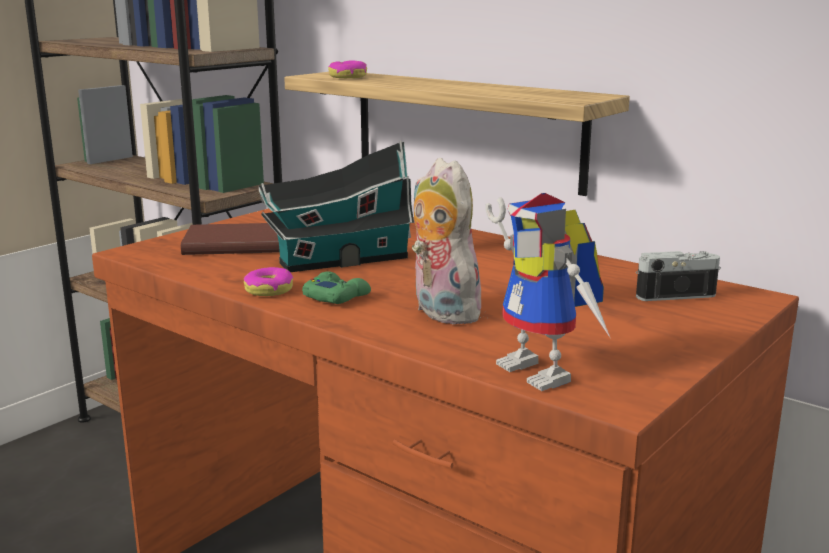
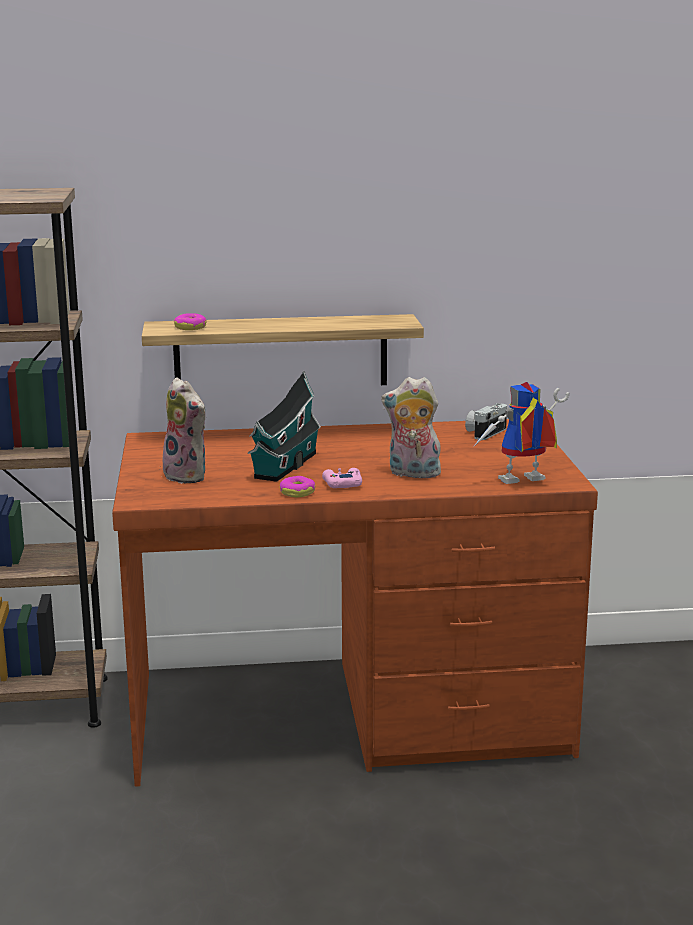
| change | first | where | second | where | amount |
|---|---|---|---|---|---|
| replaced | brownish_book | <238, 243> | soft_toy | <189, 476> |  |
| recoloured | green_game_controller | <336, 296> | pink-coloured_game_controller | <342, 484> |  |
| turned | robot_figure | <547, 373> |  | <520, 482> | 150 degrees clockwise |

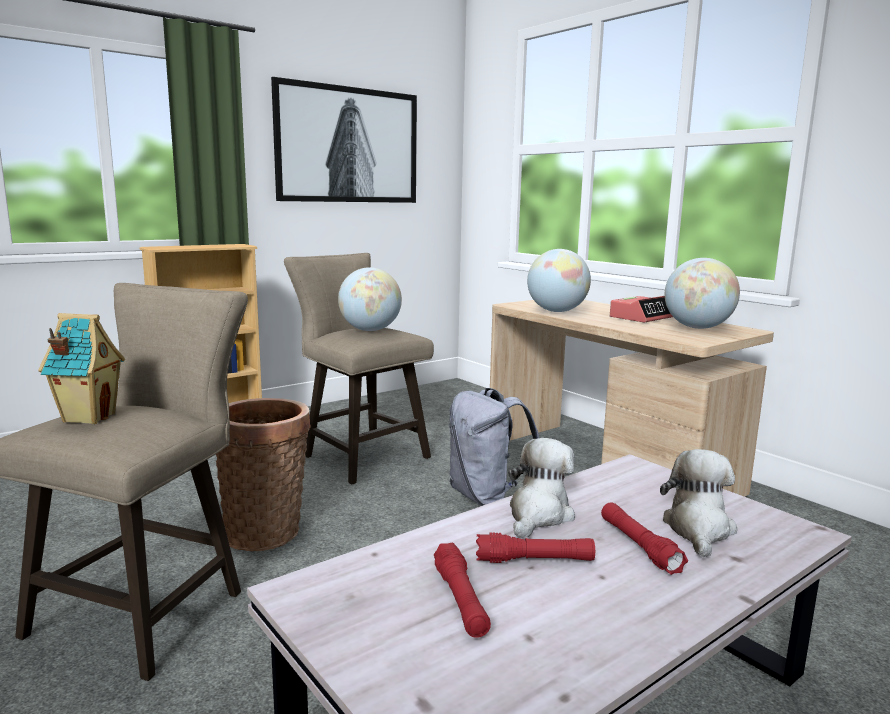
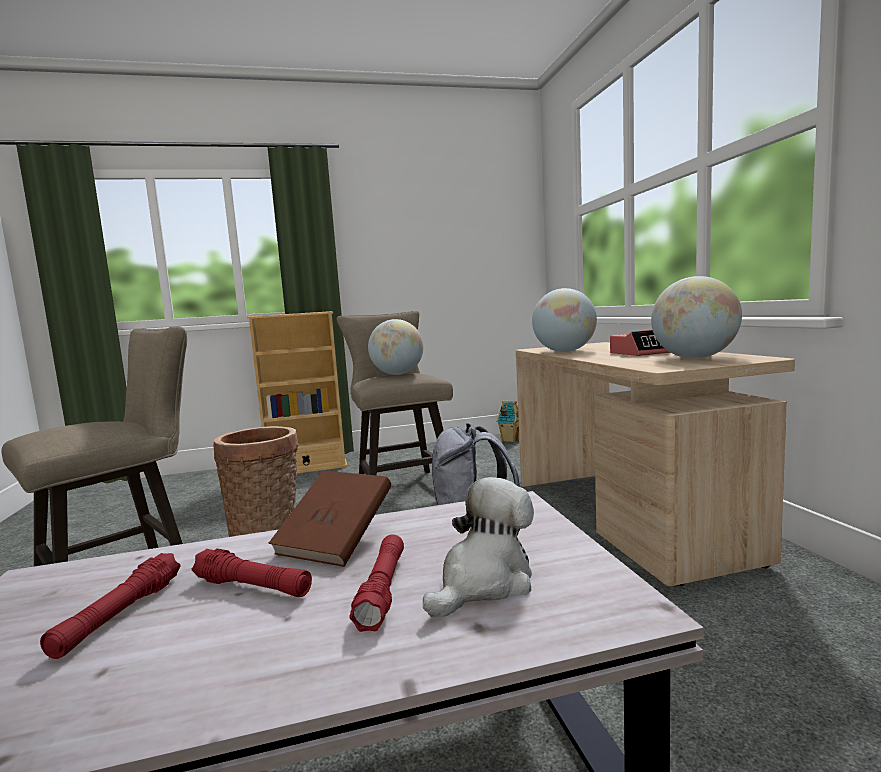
| change | first | where | second | where | amount |
|---|---|---|---|---|---|
| replaced | soft_toy | <538, 514> | brownish_book | <336, 541> |  |
| moved | model_house | <88, 417> |  | <510, 440> |  |
| removed | wall_picture | <349, 145> |  |  |  |

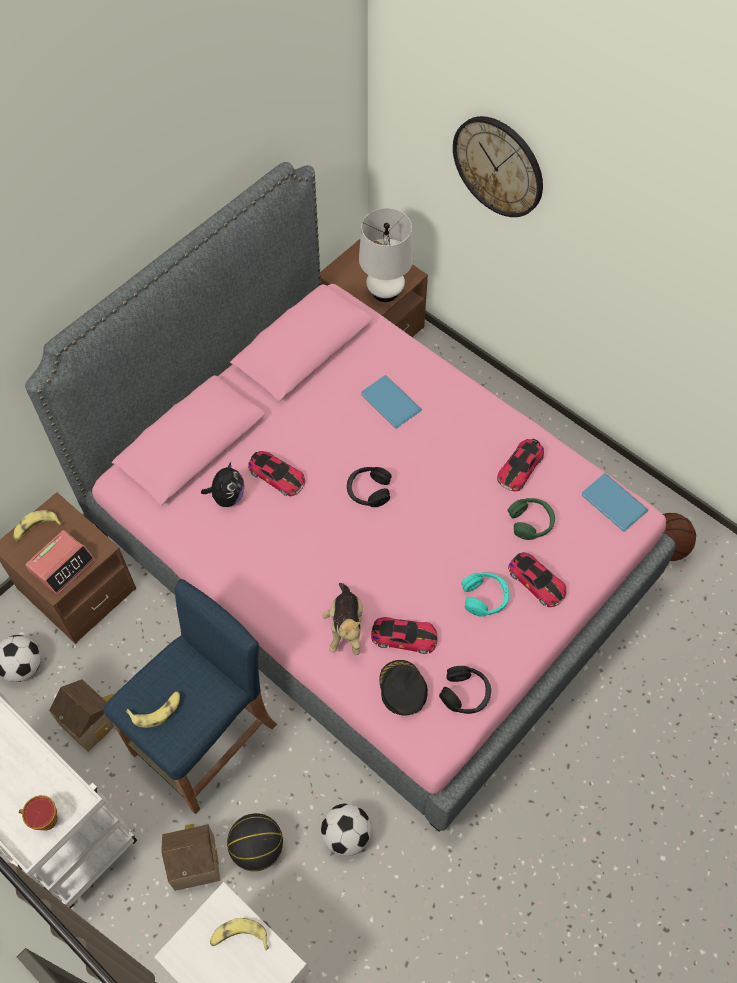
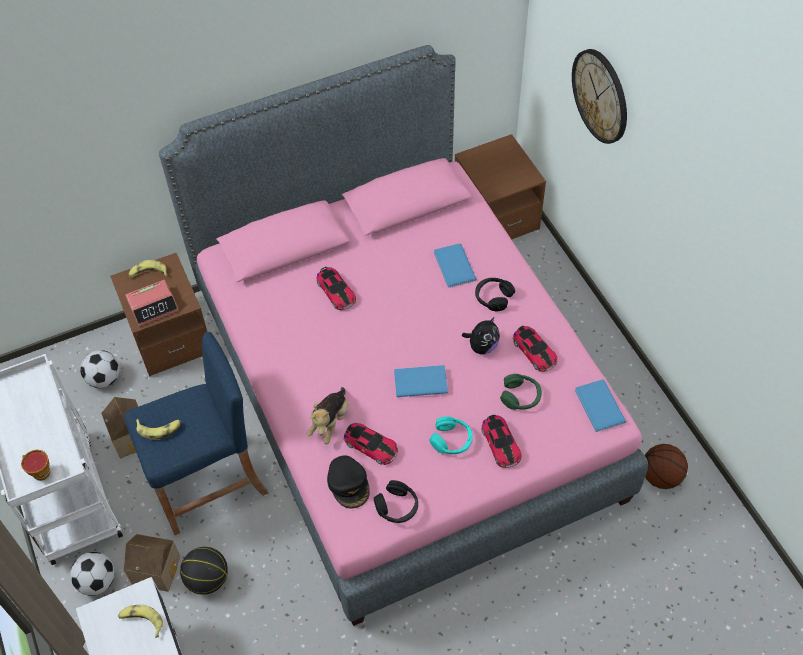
| change | first | where | second | where | amount |
|---|---|---|---|---|---|
| moved | football | <346, 835> |  | <97, 581> |  |
| turned | black-coloured_cap | <402, 689> |  | <349, 484> | 150 degrees clockwise |
| added |  |  | blue-coloured_book | <419, 381> |  |
| moved | soft_toy | <227, 497> |  | <482, 346> |  |
| moved | black-coloured_headphones | <368, 490> |  | <493, 297> |  |
| turned | miniature_car | <520, 468> |  | <534, 351> | 90 degrees counterclockwise |
| removed | white_table_lamp | <385, 291> |  |  |  |

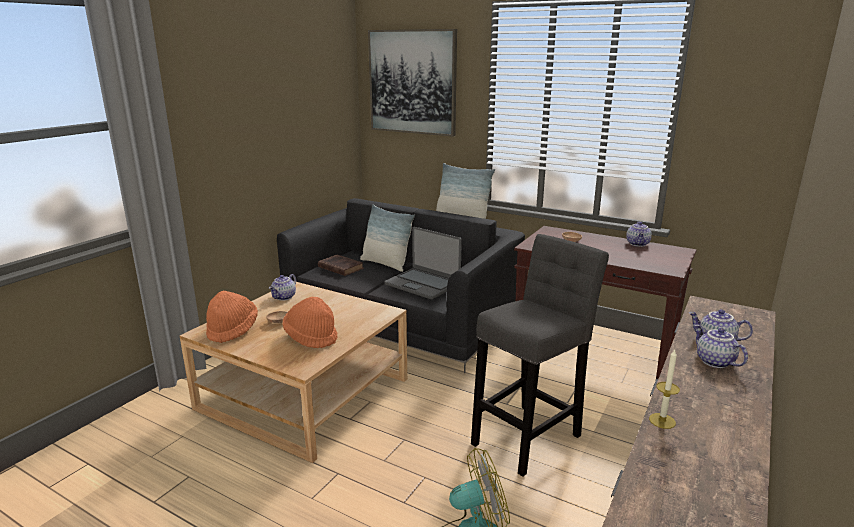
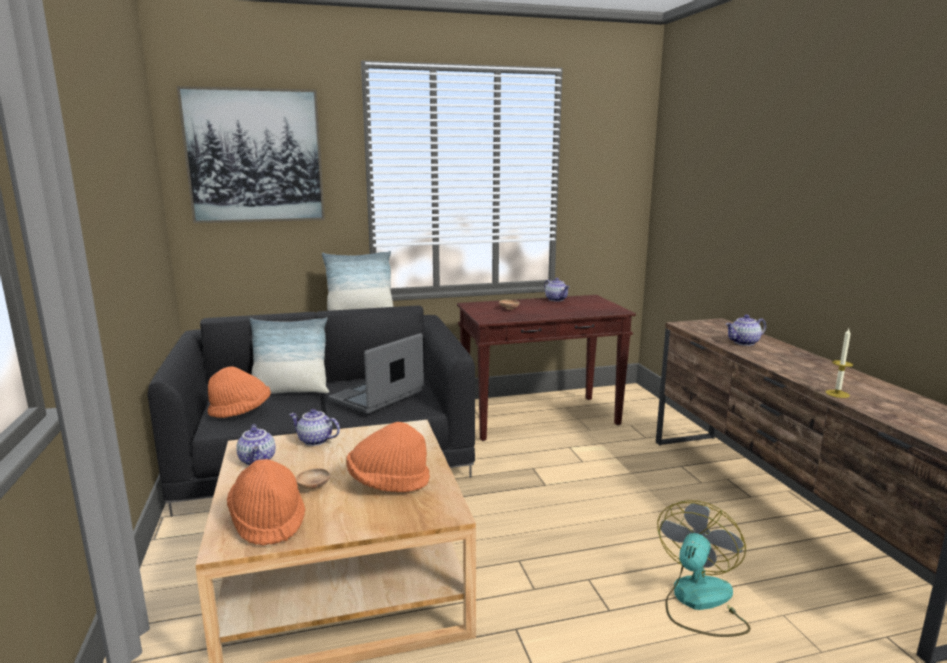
| change | first | where | second | where | amount |
|---|---|---|---|---|---|
| replaced | brownish_book | <340, 267> | orange-coloured_wearable_hat | <241, 412> |  |
| moved | pot_for_tea | <714, 361> |  | <314, 441> |  |
| turned | laptop | <423, 284> |  | <377, 396> | 135 degrees clockwise |
| removed | gray_stool_seat | <529, 436> |  |  |  |

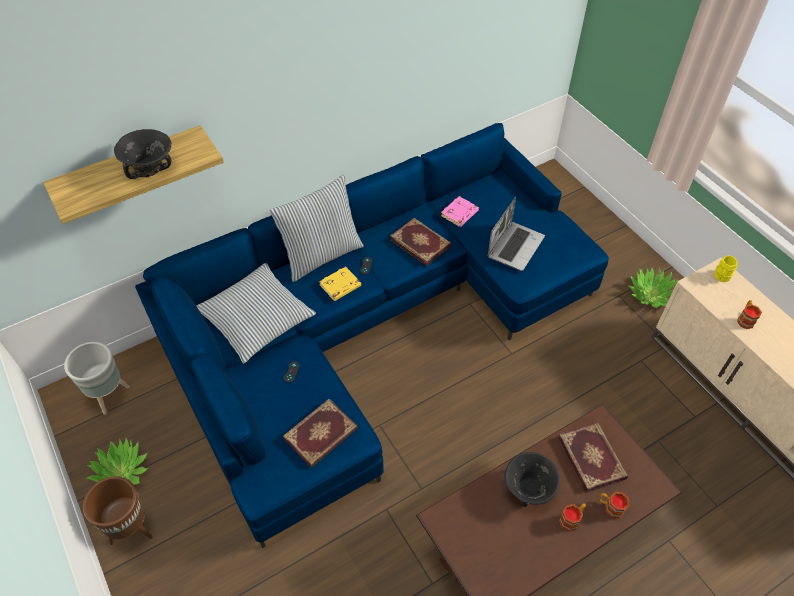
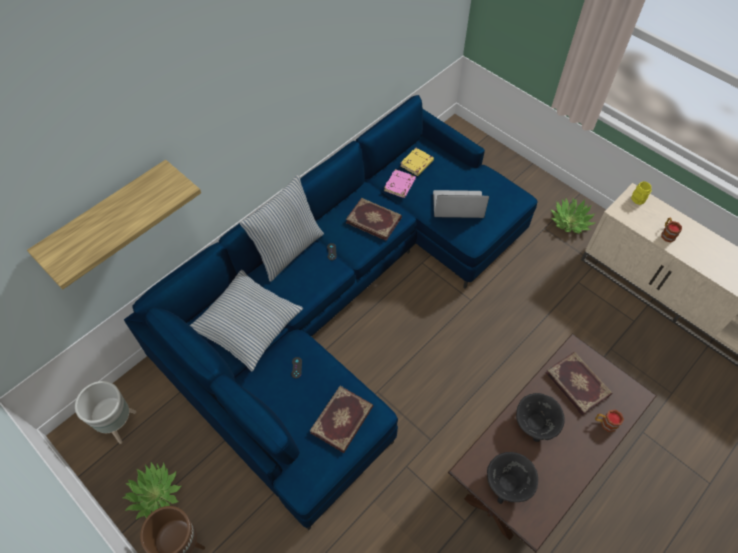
| change | first | where | second | where | amount |
|---|---|---|---|---|---|
| moved | yellow_book | <340, 286> |  | <416, 164> |  |
| turned | laptop | <515, 246> |  | <457, 206> | 105 degrees counterclockwise |
| moved | black-coloured_bowl | <149, 169> |  | <507, 484> |  |
| removed | coffee_mug | <572, 519> |  |  |  |

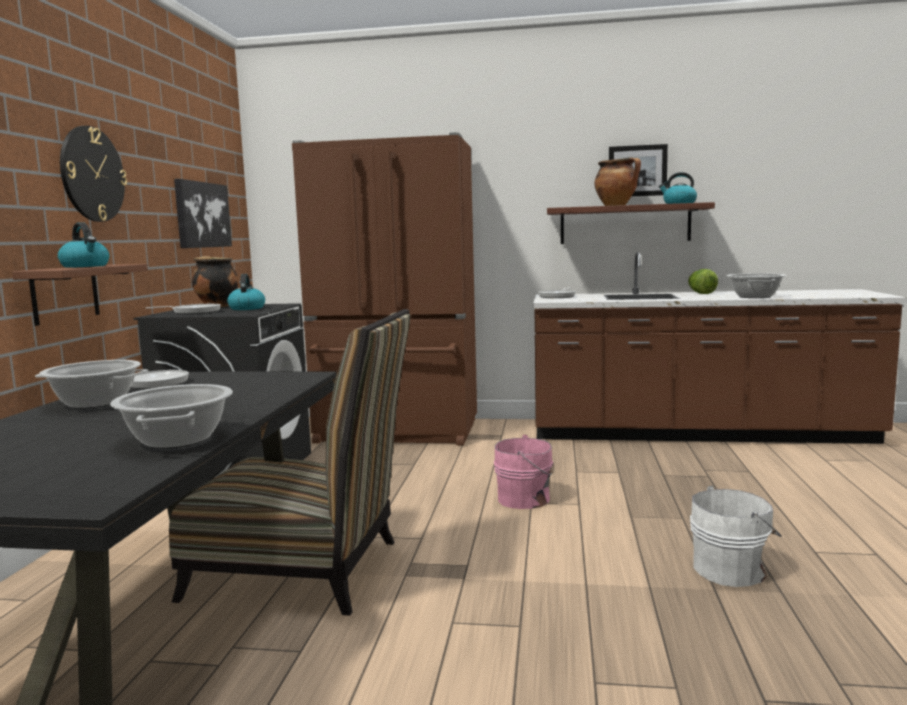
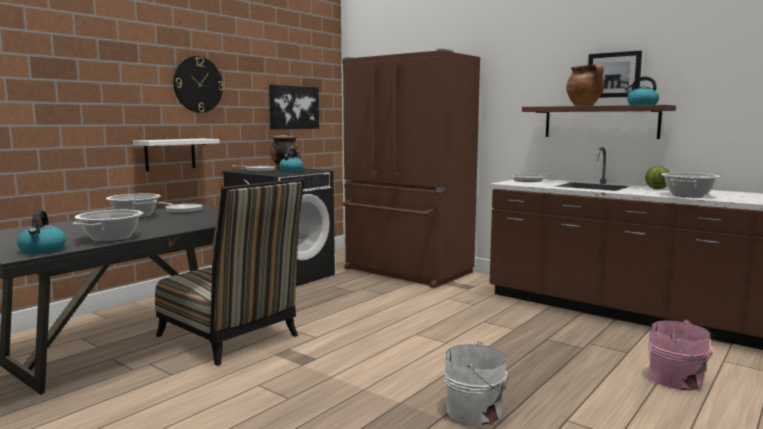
| change | first | where | second | where | amount |
|---|---|---|---|---|---|
| moved | tea_kettle | <85, 266> |  | <43, 250> |  |
| recoloured | brownish_shelf | <65, 293> | white_shelf | <170, 154> |  |
| moved | pink-coloured_bucket | <526, 499> |  | <678, 379> |  |

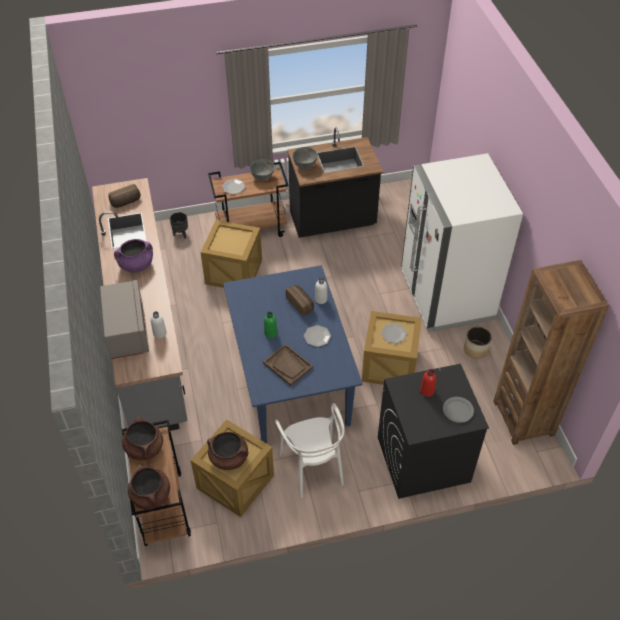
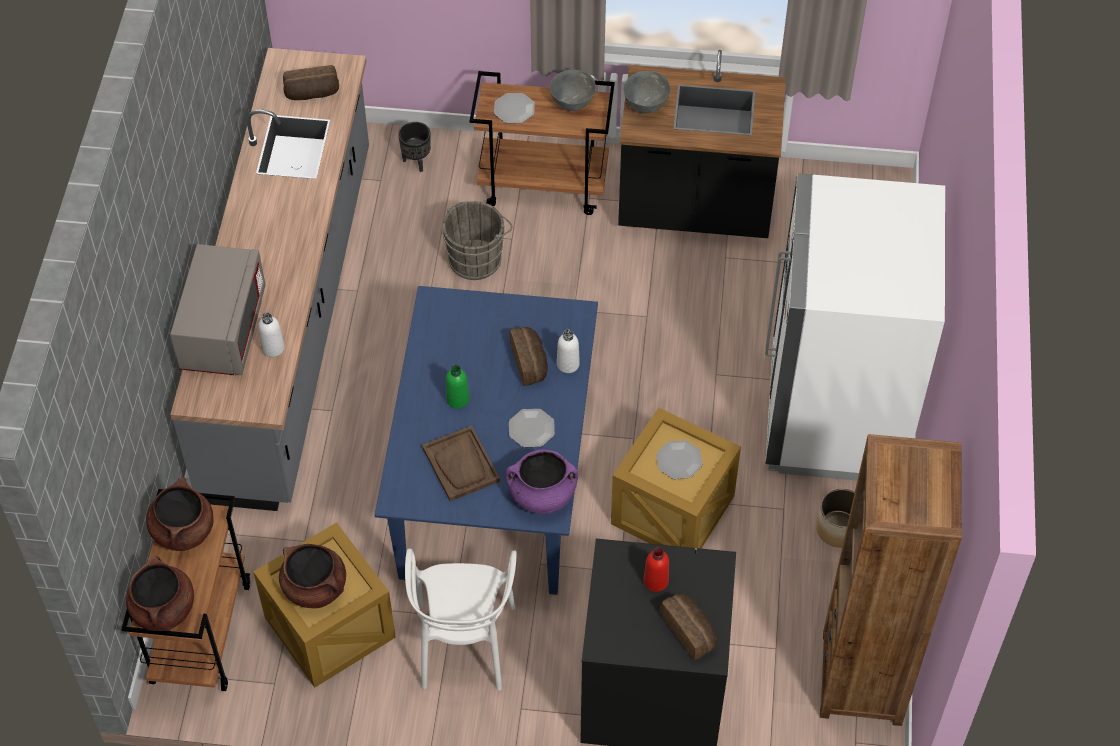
| change | first | where | second | where | amount |
|---|---|---|---|---|---|
| replaced | crate | <233, 271> | gray_bucket | <477, 258> |  |
| moved | purplish_saucepot | <136, 265> |  | <542, 495> |  |
| replaced | gray_flat_dish | <458, 410> | bread | <690, 631> |  |

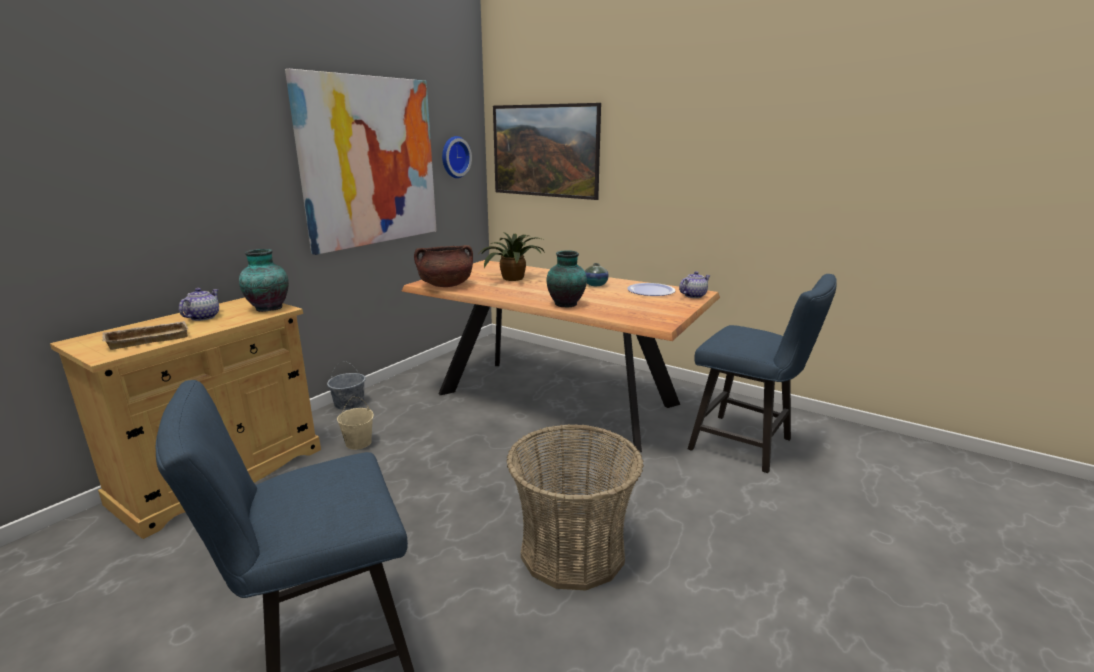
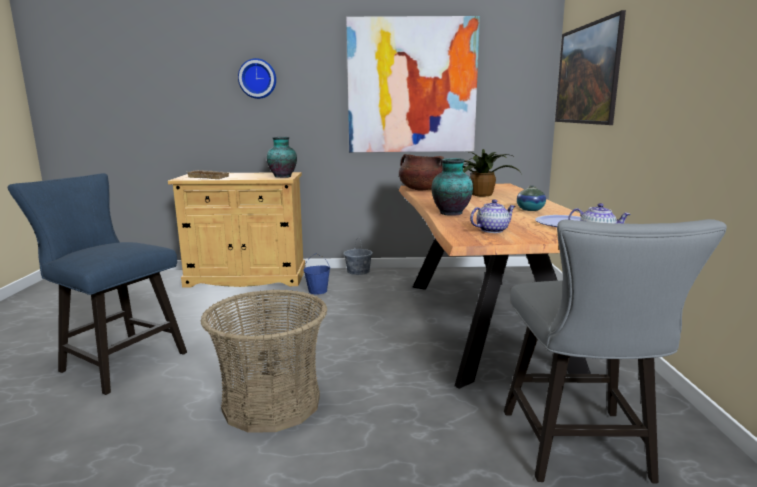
| change | first | where | second | where | amount |
|---|---|---|---|---|---|
| moved | wall_clock | <454, 157> |  | <257, 78> |  |
| recoloured | sand-coloured_bucket | <358, 443> | blue-coloured_bucket | <318, 291> |  |
| moved | pot_for_tea | <203, 317> |  | <492, 230> |  |
| recoloured | blue-coloured_plain_chair | <748, 446> | gray_plain_chair | <580, 451> |  |

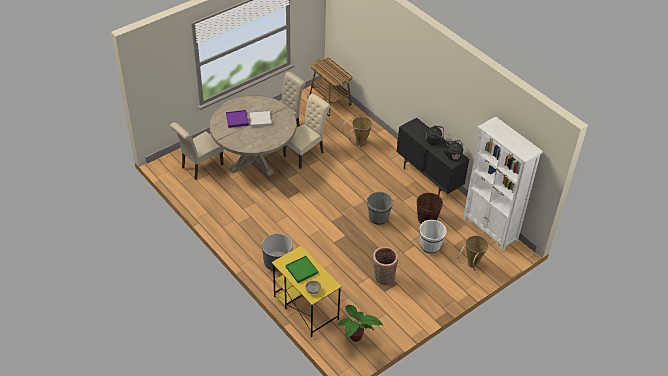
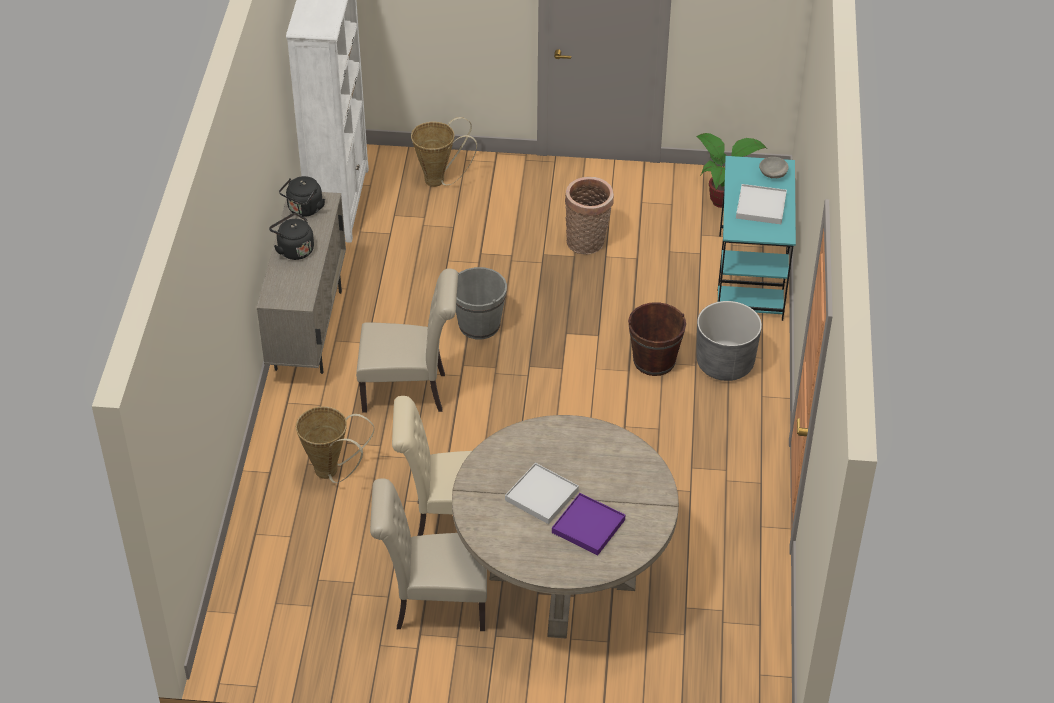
| change | first | where | second | where | amount |
|---|---|---|---|---|---|
| recoloured | black-coloured_storage_cabinet | <428, 178> | sand-coloured_storage_cabinet | <308, 330> |  |
| moved | sand-coloured_plain_chair | <200, 167> |  | <410, 391> |  |
| moved | brownish_bucket | <427, 219> |  | <654, 361> |  |
| recoloured | yellow_desk_table | <305, 307> | turquoise-coloured_desk_table | <750, 277> |  |
| recoloured | green_tray | <301, 270> | white_tray | <761, 206> |  |
| removed | wheeled_cart | <330, 103> |  |  |  |
| removed | white_bucket | <430, 246> |  |  |  |

